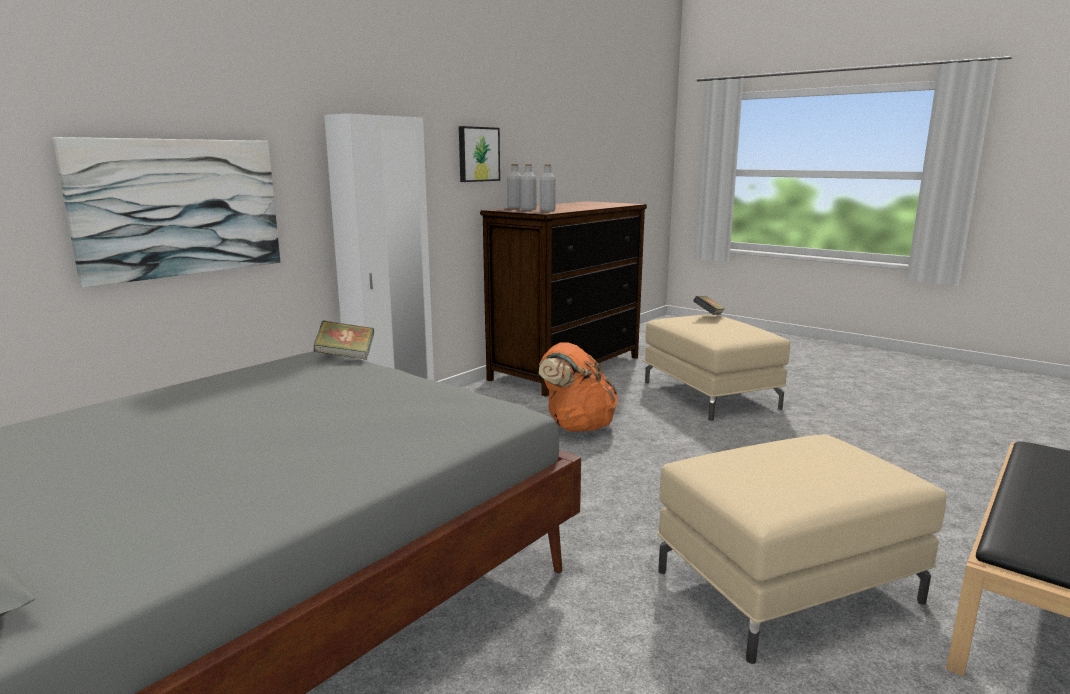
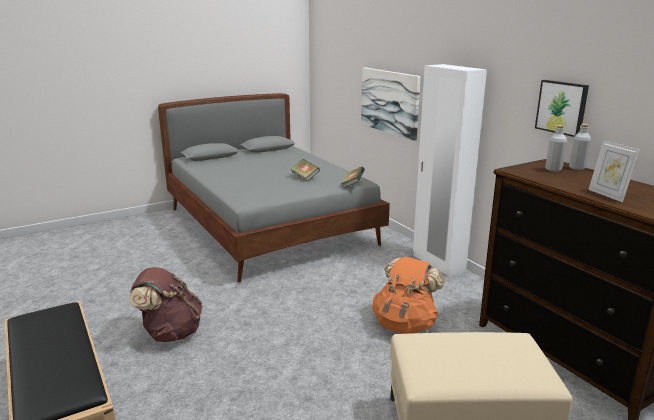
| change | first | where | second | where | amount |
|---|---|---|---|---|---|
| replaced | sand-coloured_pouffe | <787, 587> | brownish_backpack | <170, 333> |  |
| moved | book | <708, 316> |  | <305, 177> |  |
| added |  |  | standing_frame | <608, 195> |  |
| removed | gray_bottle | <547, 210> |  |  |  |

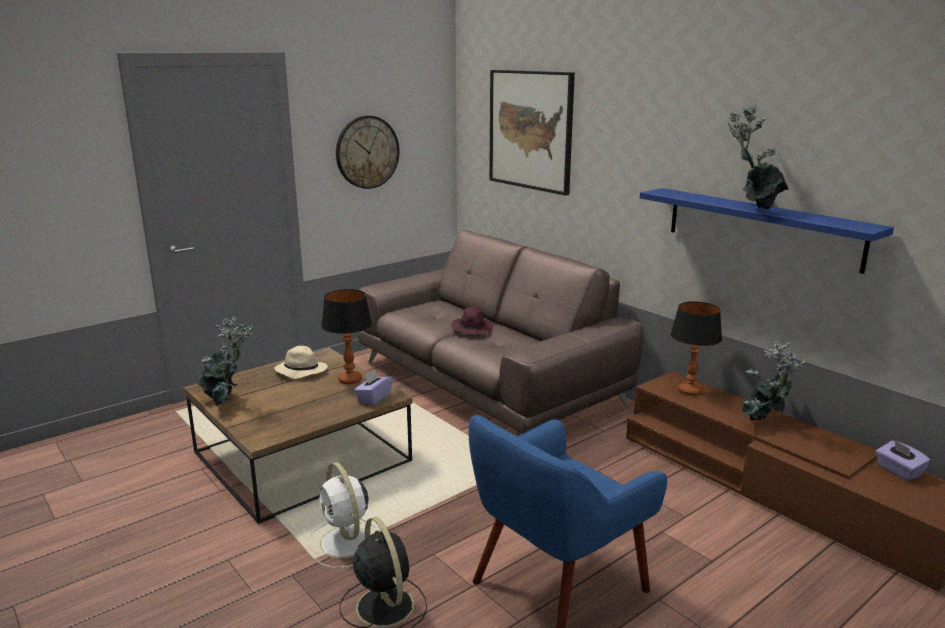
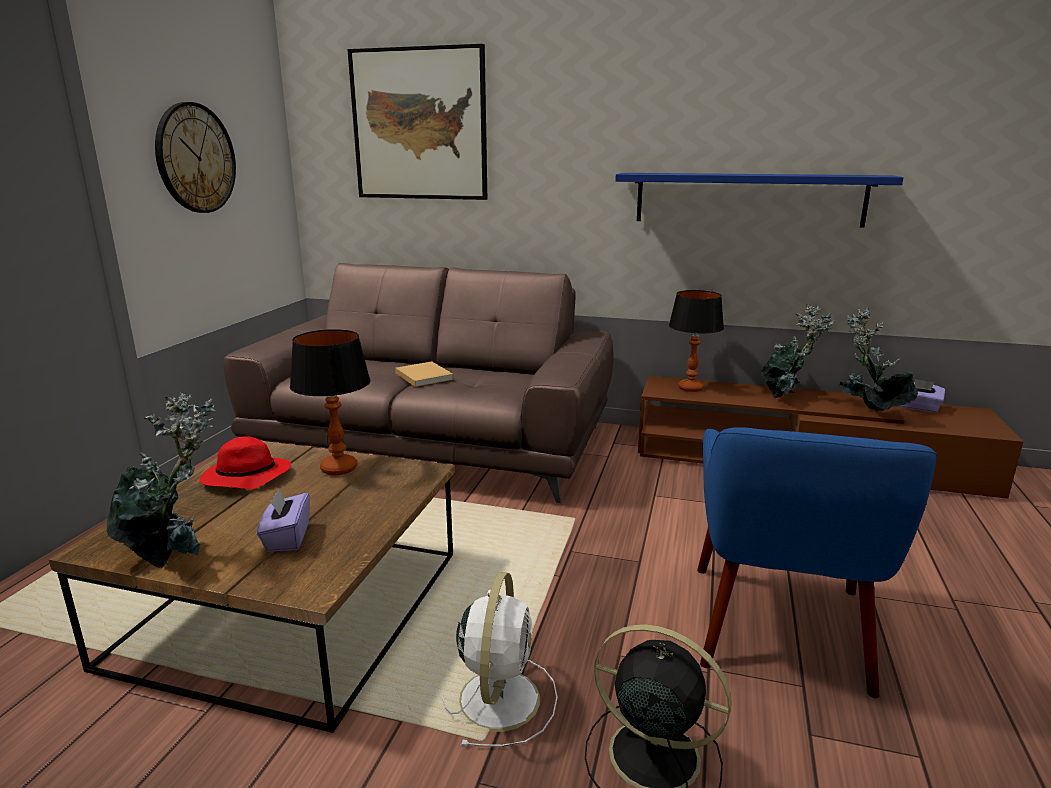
| change | first | where | second | where | amount |
|---|---|---|---|---|---|
| recoloured | sand-coloured_wearable_hat | <300, 371> | reddish_wearable_hat | <245, 478> |  |
| moved | purplish_tissue_holder | <374, 398> |  | <287, 538> |  |
| replaced | purplish_wearable_hat | <472, 329> | sand-coloured_book | <423, 376> |  |
| turned | white_electric_fan | <346, 543> |  | <499, 696> | 105 degrees counterclockwise |
| moved | plant_in_a_pot | <753, 208> |  | <868, 412> |  |

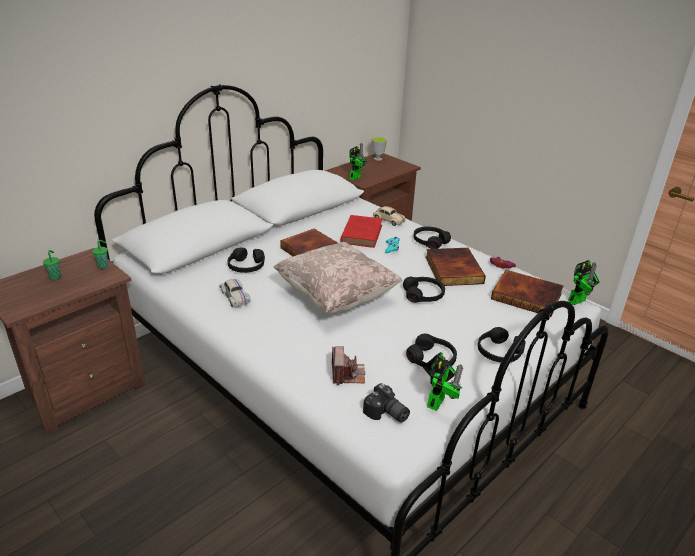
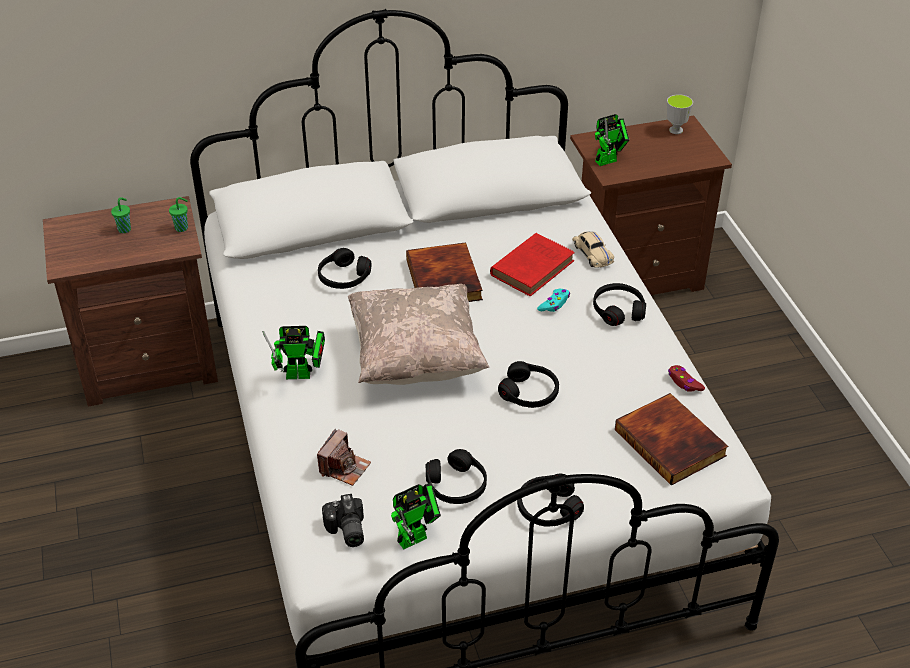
| change | first | where | second | where | amount |
|---|---|---|---|---|---|
| moved | robot_figure | <578, 300> |  | <302, 374> |  |
| removed | white_miniature_car | <235, 297> |  |  |  |
| removed | book | <452, 269> |  |  |  |

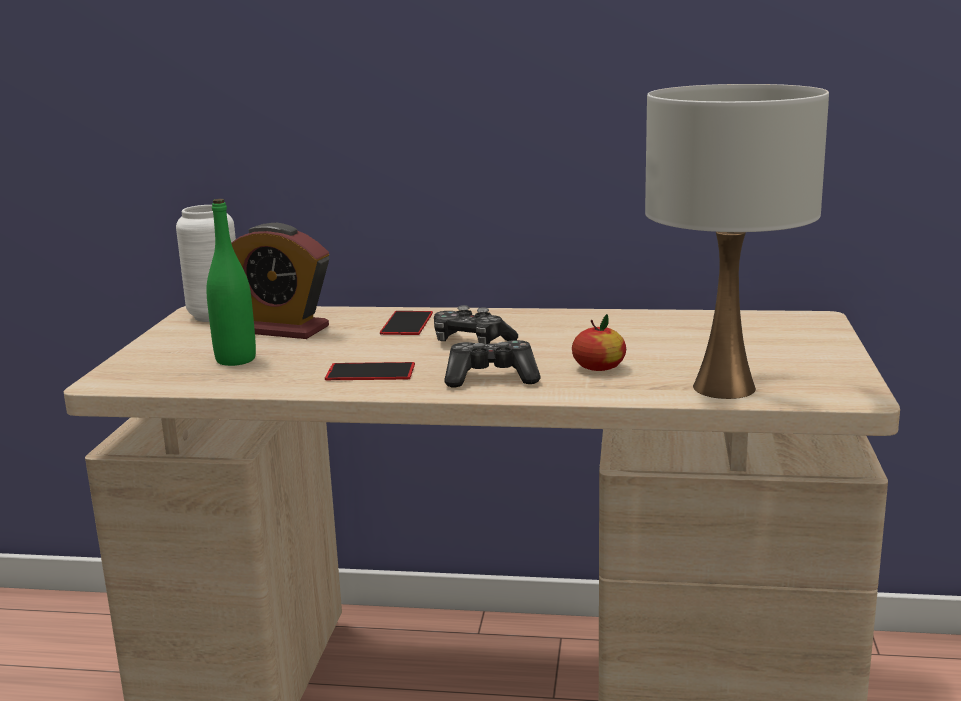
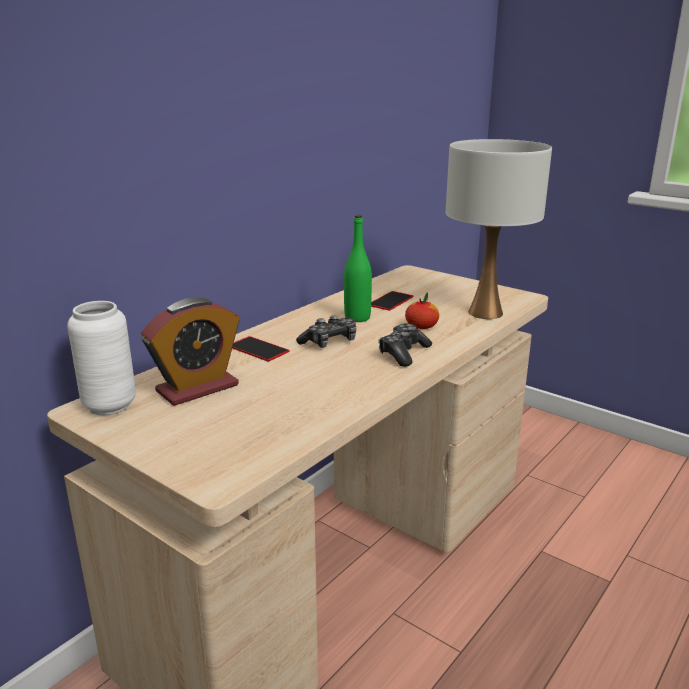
| change | first | where | second | where | amount |
|---|---|---|---|---|---|
| moved | green_bottle | <236, 360> |  | <357, 318> |  |
| moved | phone | <370, 372> |  | <391, 301> |  |

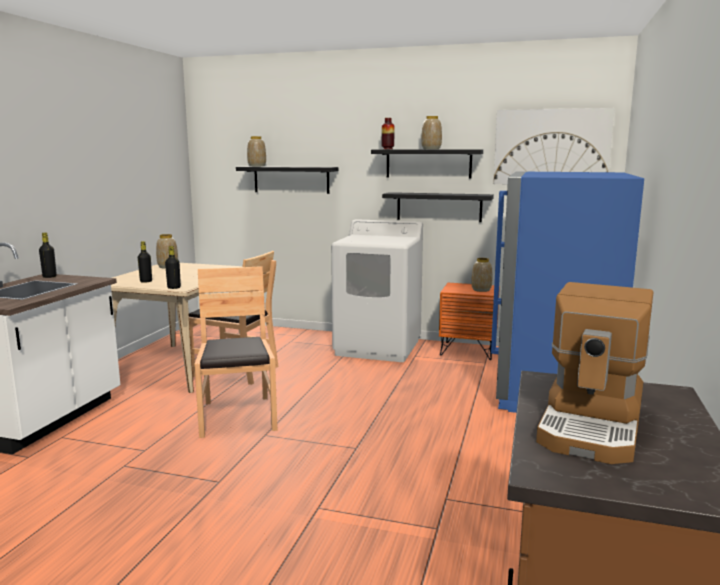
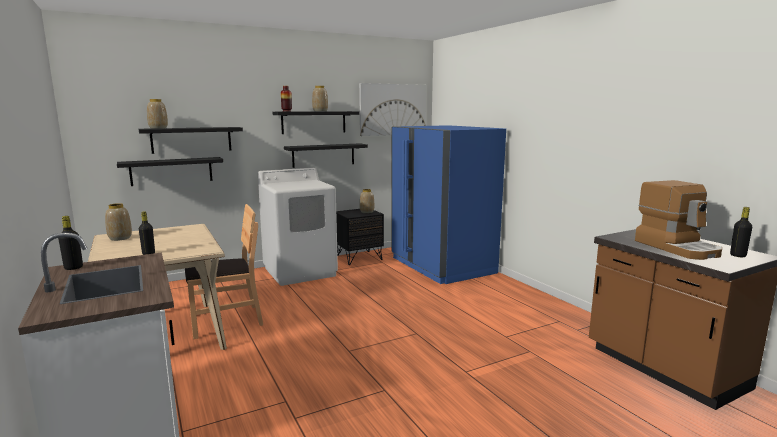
| change | first | where | second | where | amount |
|---|---|---|---|---|---|
| added |  |  | black-coloured_shelf | <171, 171> |  |
| recoloured | orange-coloured_bedside_table | <468, 350> | black-coloured_bedside_table | <359, 258> |  |
| moved | black-coloured_bottle | <174, 288> |  | <738, 255> |  |
| removed | brownish_plain_chair | <238, 416> |  |  |  |

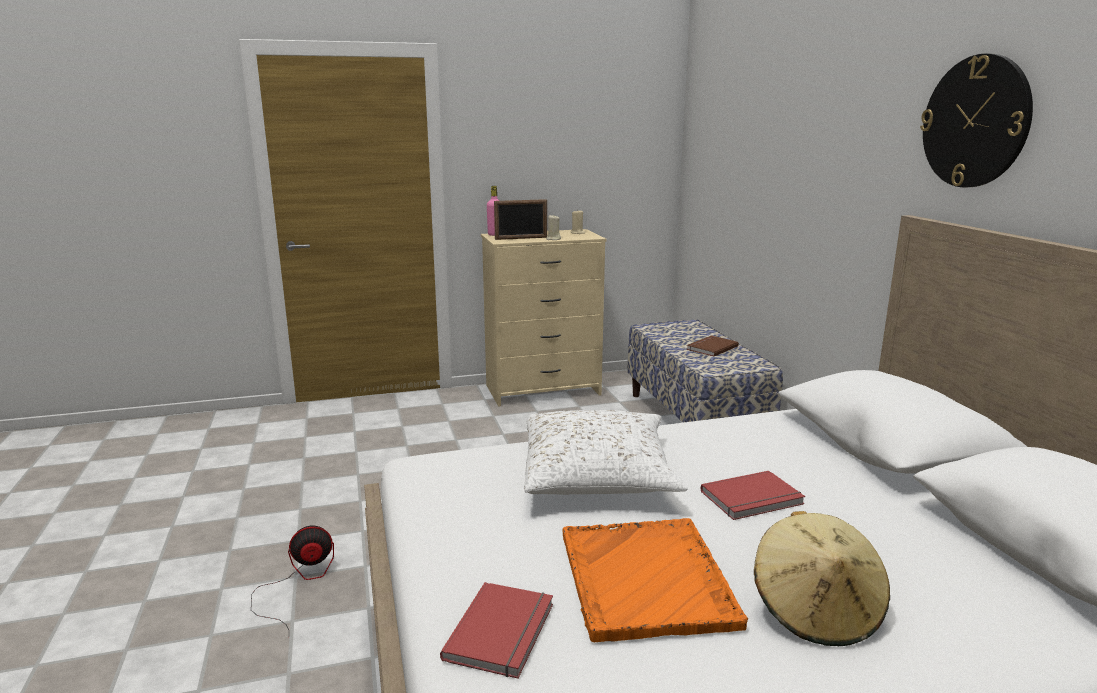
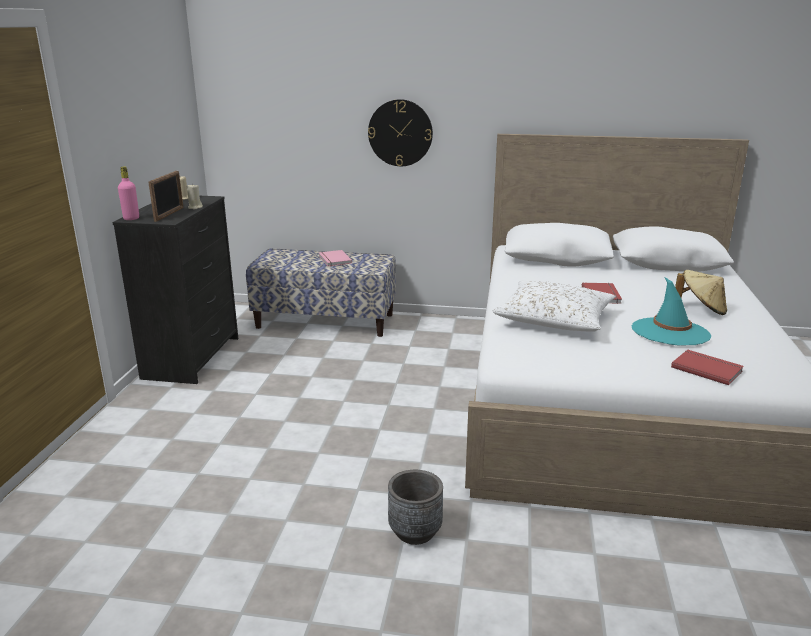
| change | first | where | second | where | amount |
|---|---|---|---|---|---|
| recoloured | sand-coloured_dresser | <543, 390> | black-coloured_dresser | <192, 358> |  |
| recoloured | brownish_book | <710, 347> | pink-coloured_book | <333, 260> |  |
| moved | wall_clock | <975, 122> |  | <400, 133> |  |
| replaced | electric_fan | <298, 582> | gray_flower_pot | <415, 532> |  |
| replaced | orange-coloured_tray | <646, 580> | turquoise-coloured_wearable_hat | <670, 332> |  |

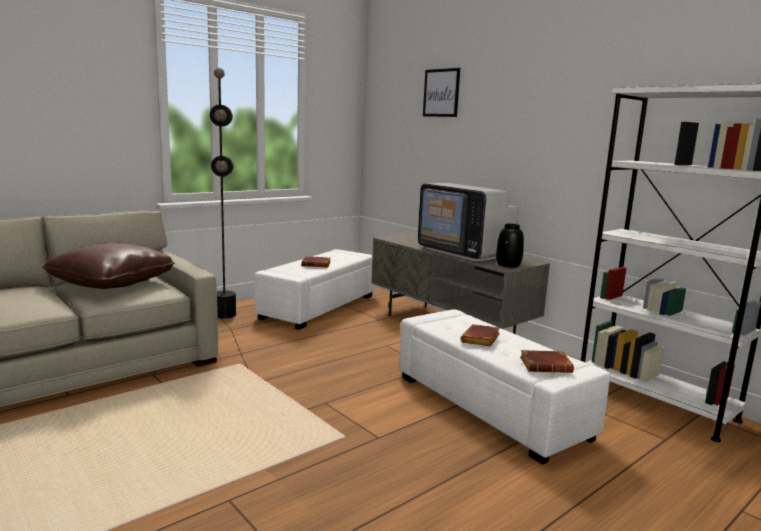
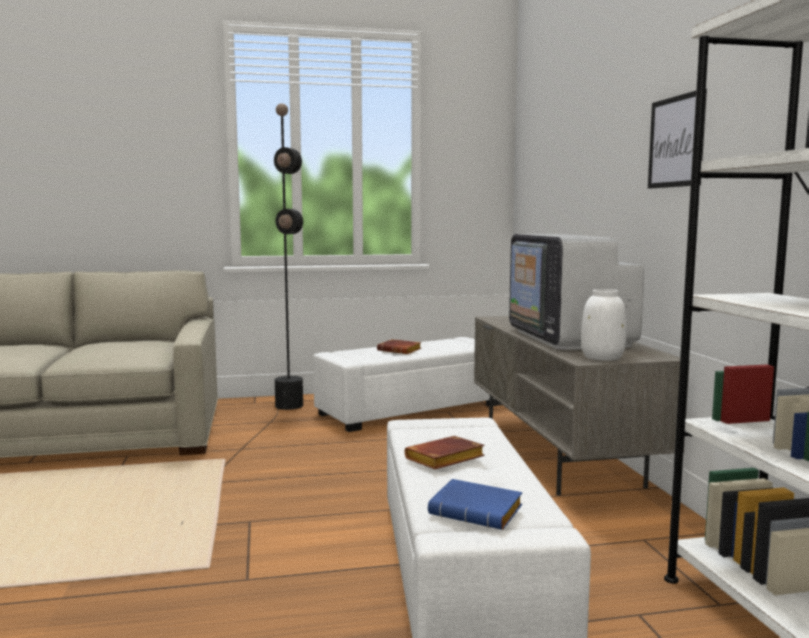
| change | first | where | second | where | amount |
|---|---|---|---|---|---|
| recoloured | brownish_book | <546, 366> | blue-coloured_book | <478, 512> |  |
| recoloured | black-coloured_decorative_vase | <508, 265> | white_decorative_vase | <602, 357> |  |
| moved | wall_picture | <441, 93> |  | <676, 142> |  |
| removed | brownish_pillow | <112, 283> |  |  |  |

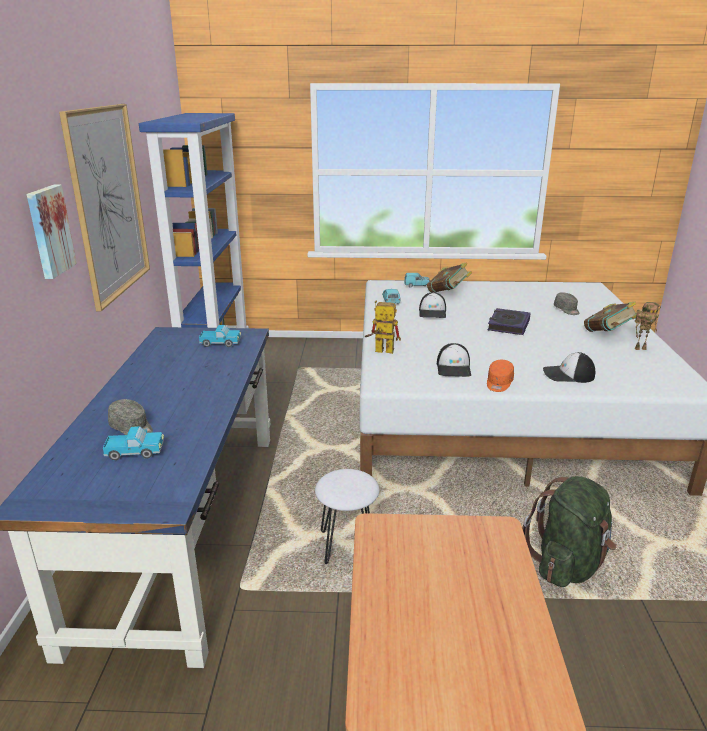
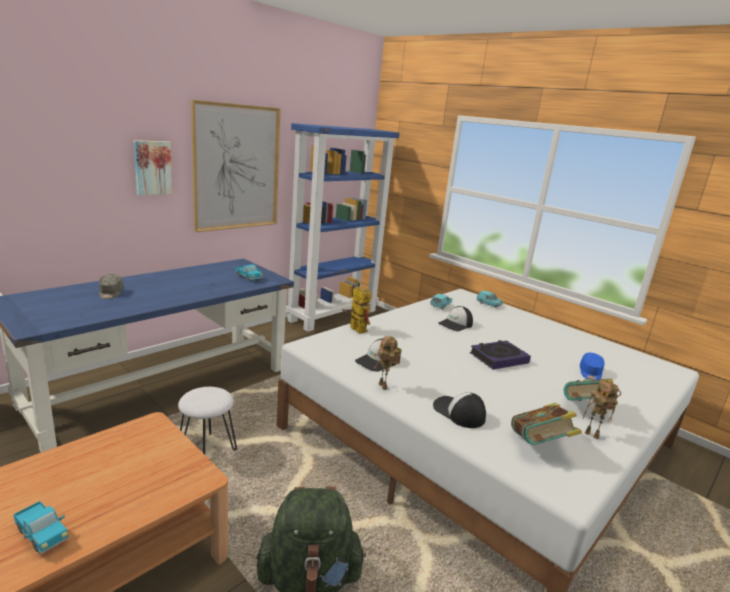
| change | first | where | second | where | amount |
|---|---|---|---|---|---|
| moved | model_truck | <135, 453> |  | <42, 535> |  |
| replaced | orange-coloured_cap | <499, 383> | robot_figure | <384, 387> |  |
| moved | book | <448, 293> |  | <539, 445> |  |
| recoloured | gray_cap | <566, 310> | blue-coloured_cap | <590, 373> |  |

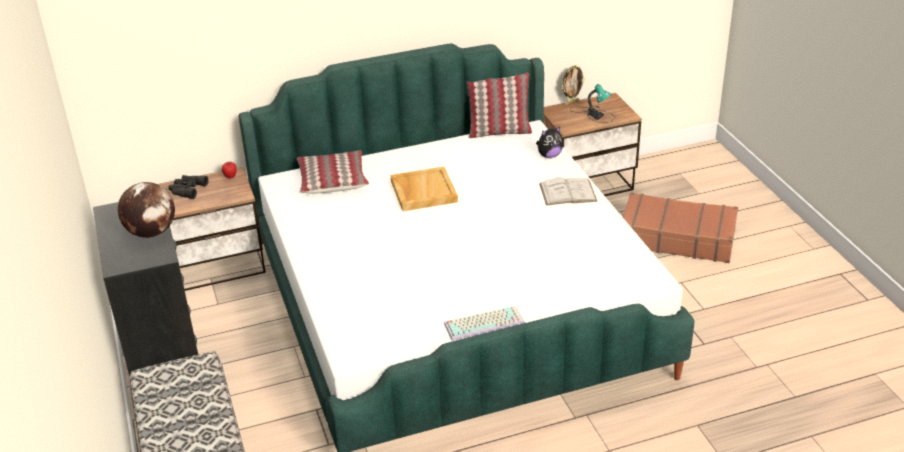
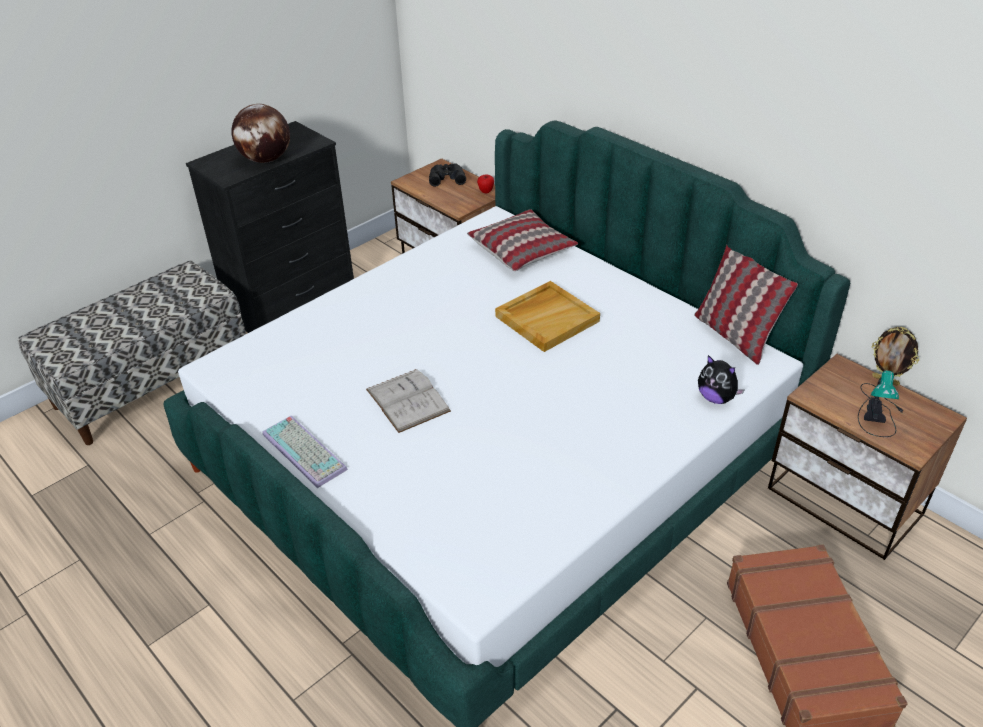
| change | first | where | second | where | amount |
|---|---|---|---|---|---|
| moved | white_book | <567, 192> |  | <407, 400> |  |

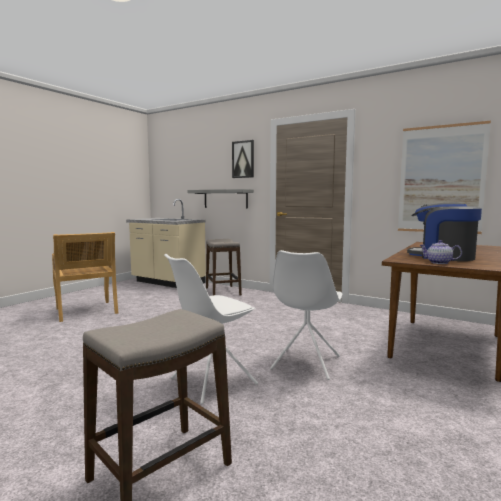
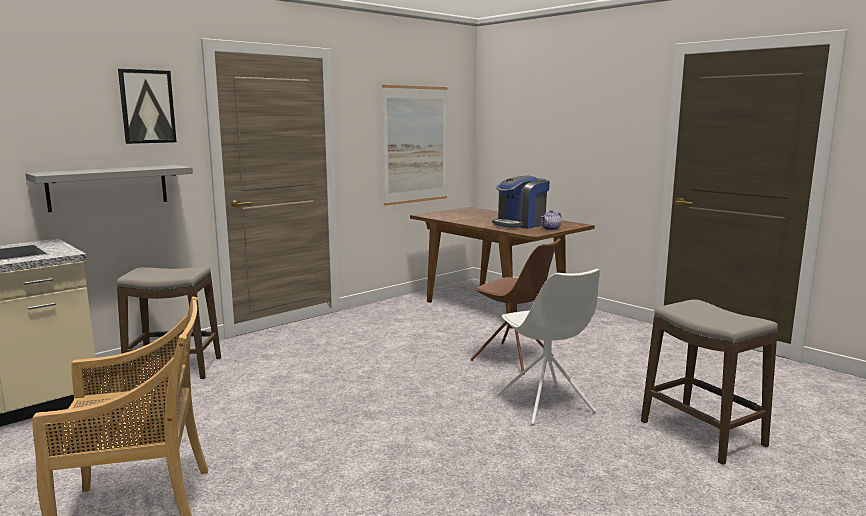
| change | first | where | second | where | amount |
|---|---|---|---|---|---|
| recoloured | white_plain_chair | <305, 363> | brownish_plain_chair | <513, 359> |  |

